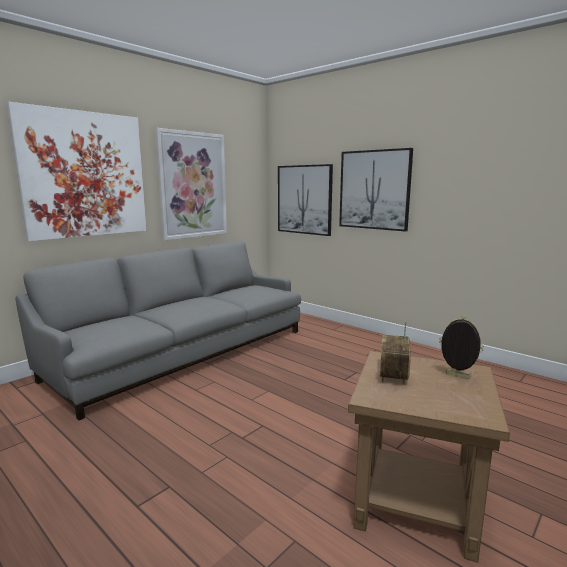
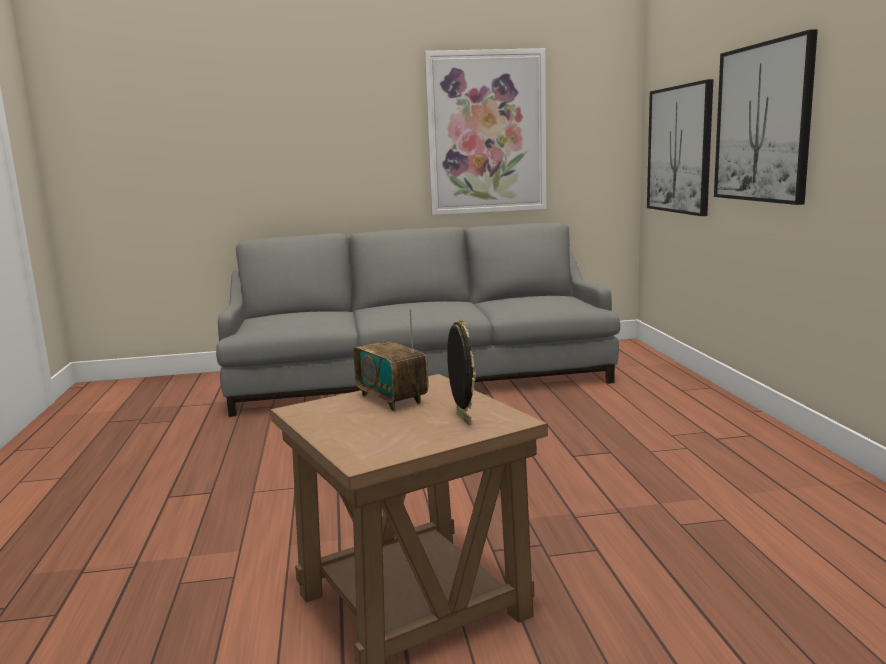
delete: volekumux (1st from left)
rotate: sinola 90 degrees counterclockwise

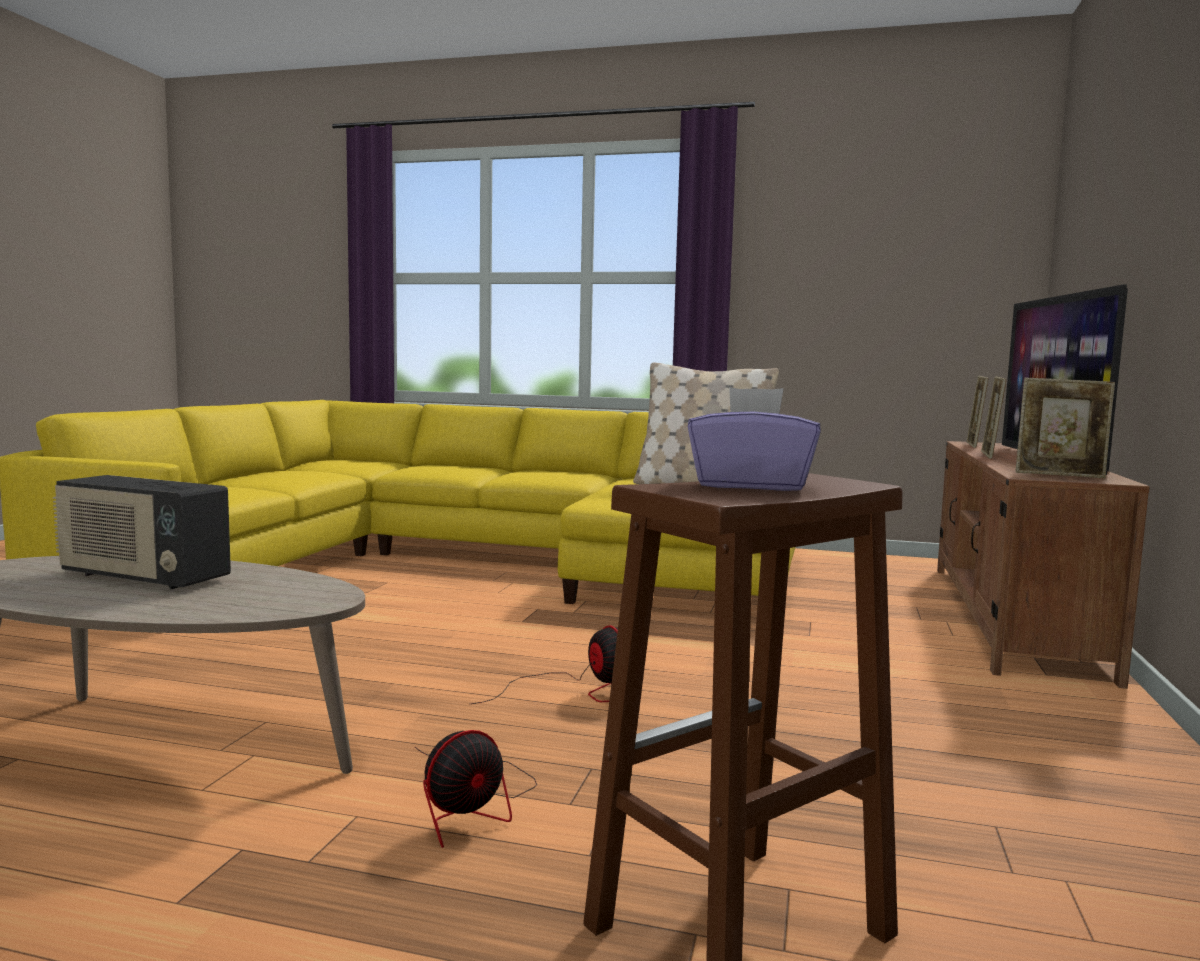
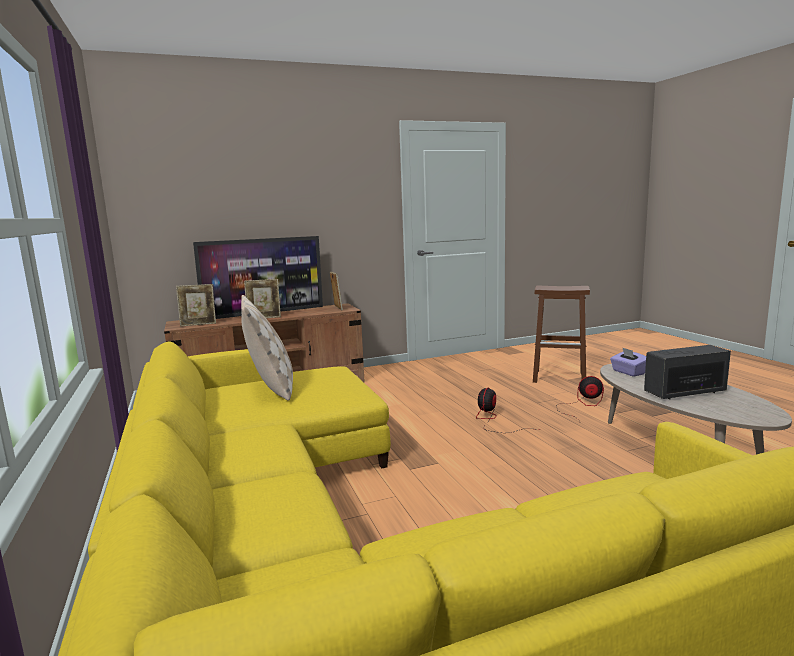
move: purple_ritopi
rotate: sinola 90 degrees counterclockwise

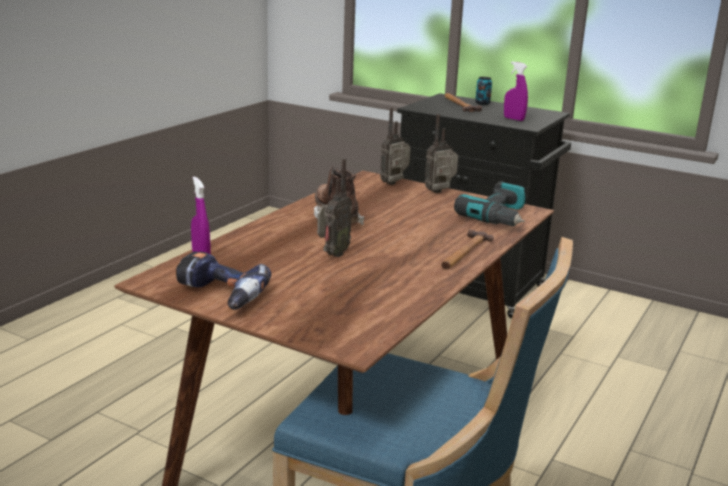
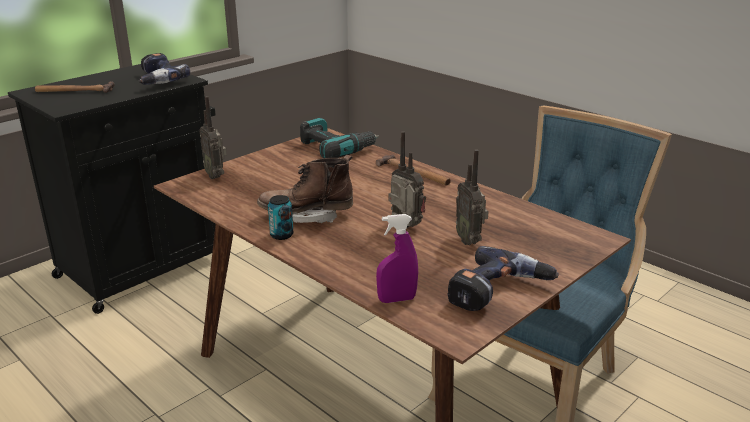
move: sinola (3rd from left); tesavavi
replace: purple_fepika (2nd from left) to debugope (1st from left)

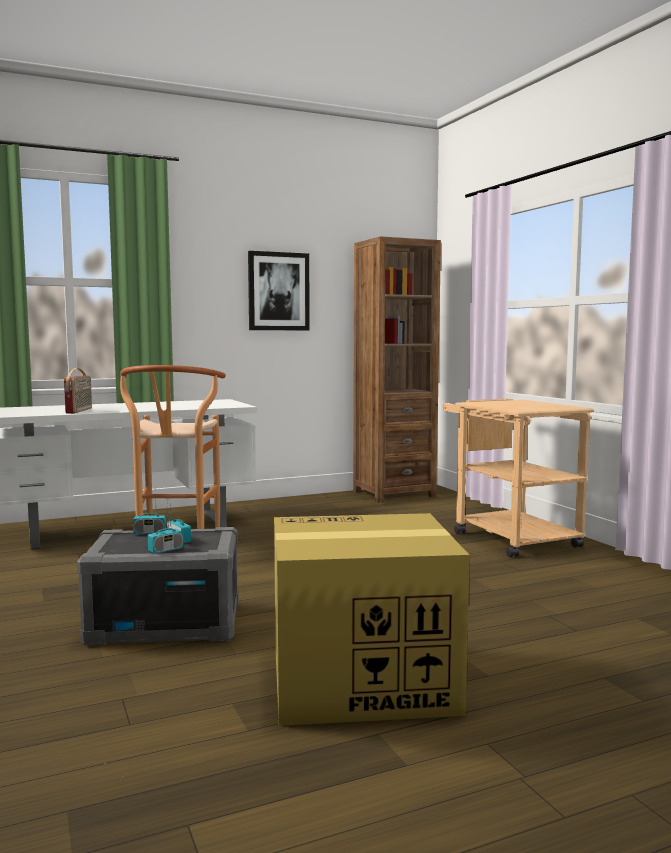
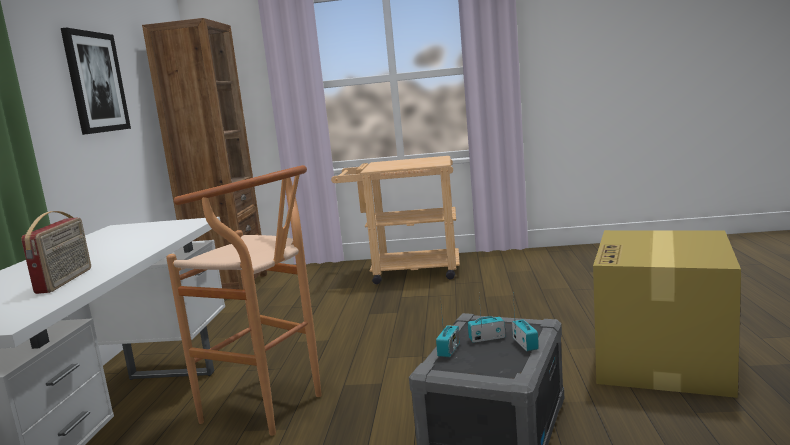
rotate: sinola (1st from left) 60 degrees clockwise

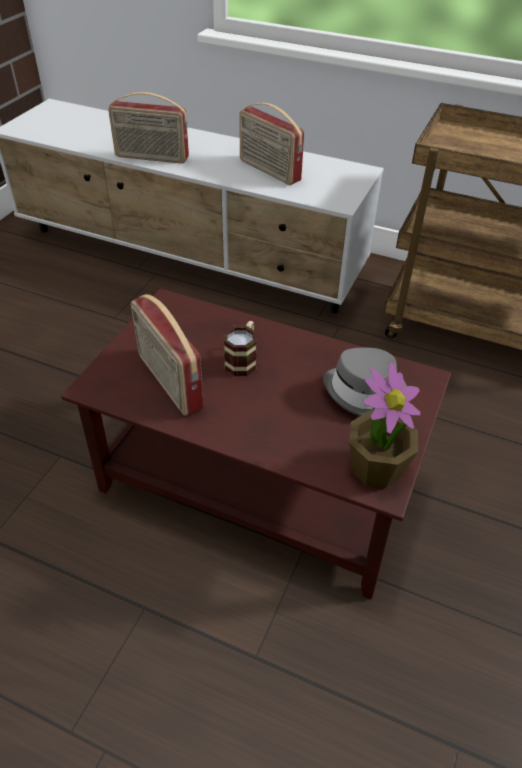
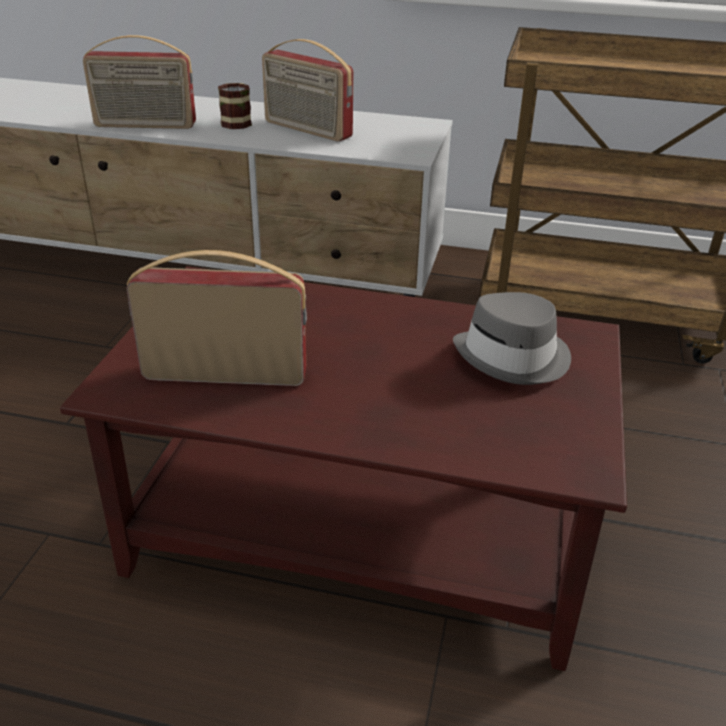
delete: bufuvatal
move: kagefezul
rotate: sinola (2nd from left) 135 degrees clockwise

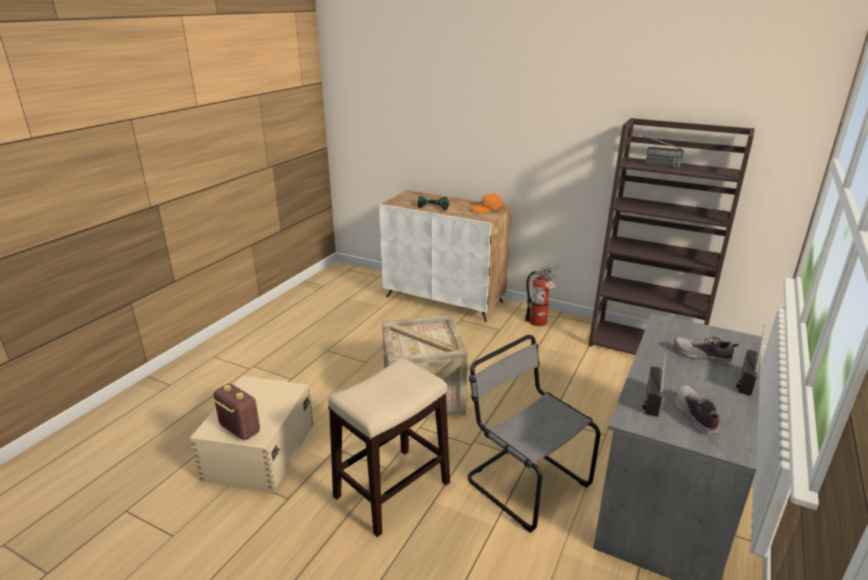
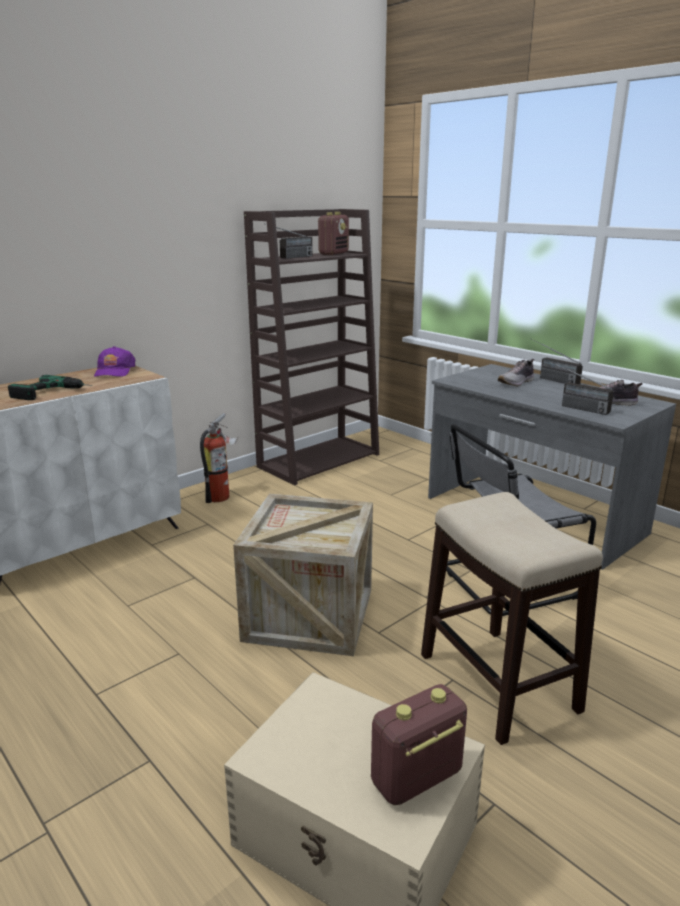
insert: sinola (2nd from left)
recolor: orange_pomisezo to purple_pomisezo

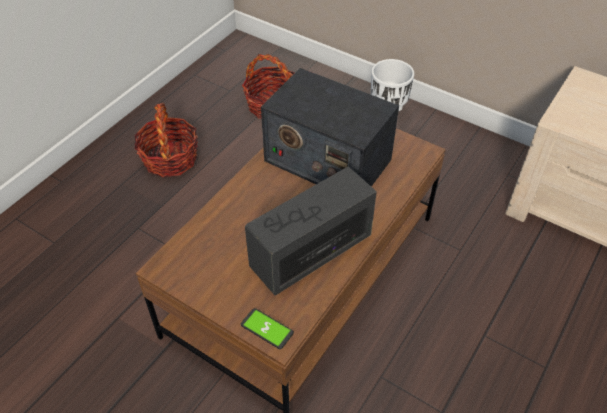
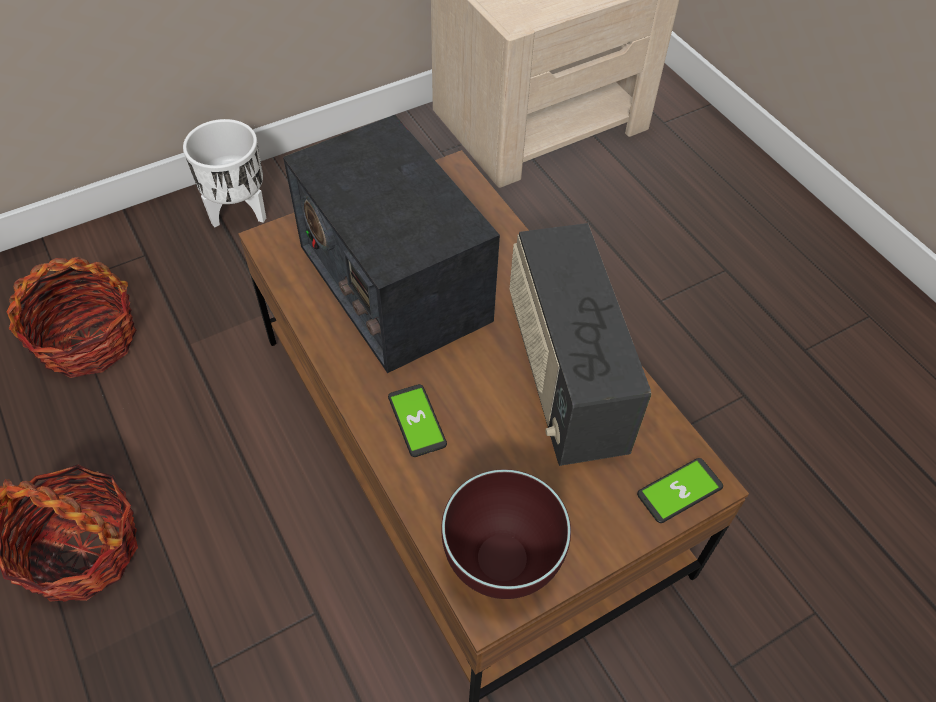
insert: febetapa (1st from left); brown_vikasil
rotate: sinola (2nd from left in the first image) 90 degrees clockwise

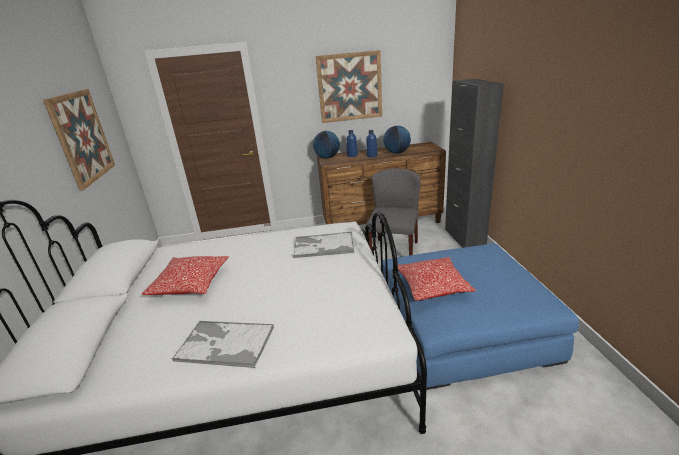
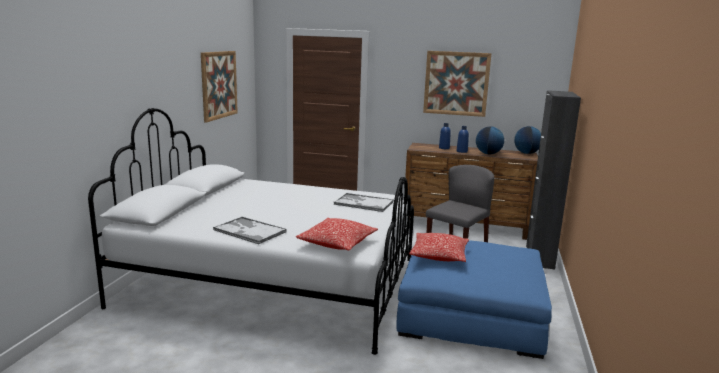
move: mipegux (1st from left); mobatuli (1st from left in the first image) to mobatuli (2nd from left)

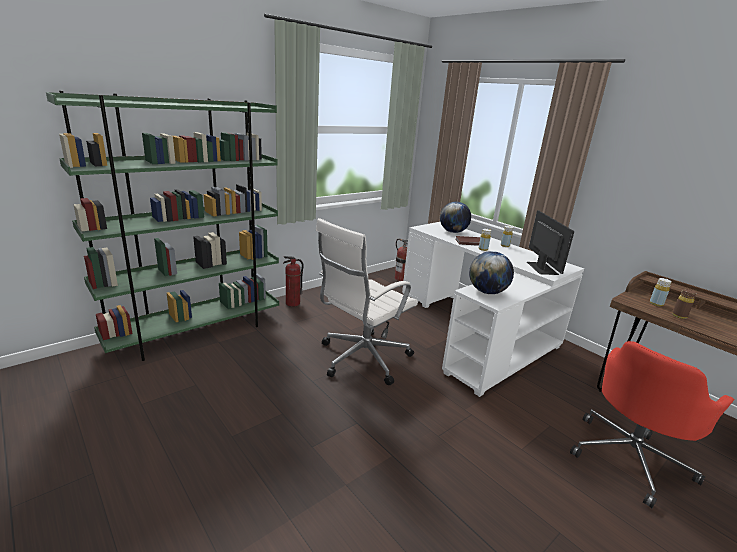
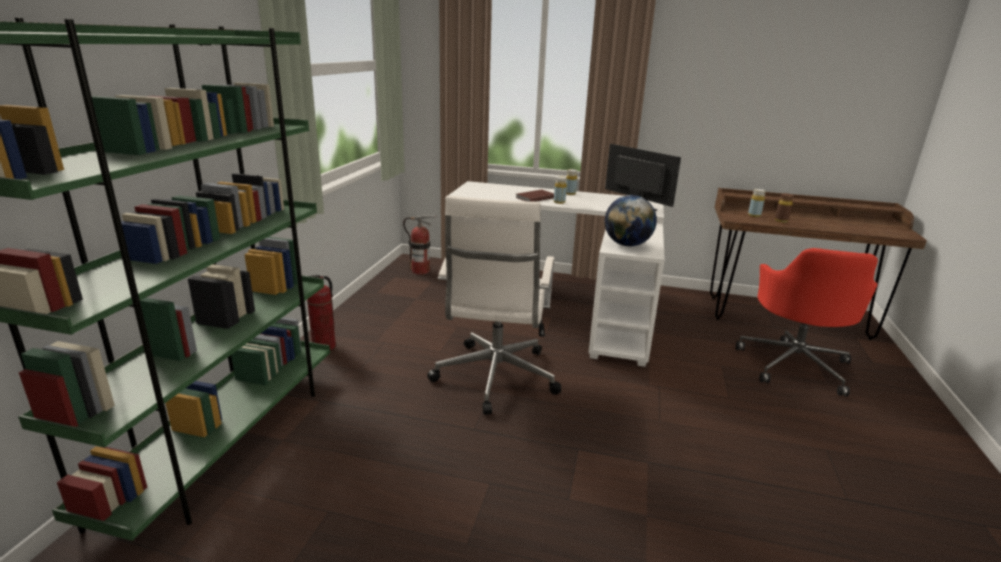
delete: mobatuli (1st from left)

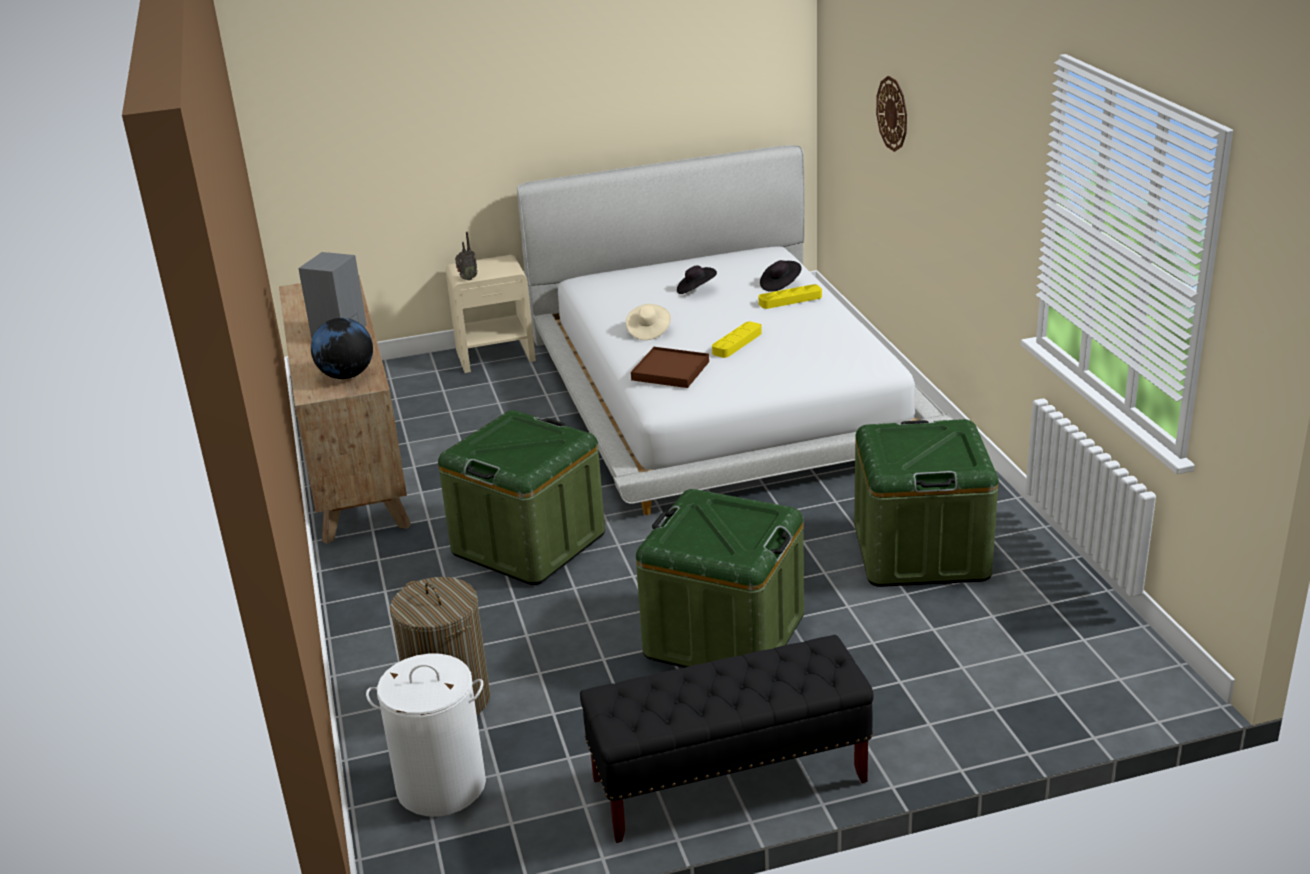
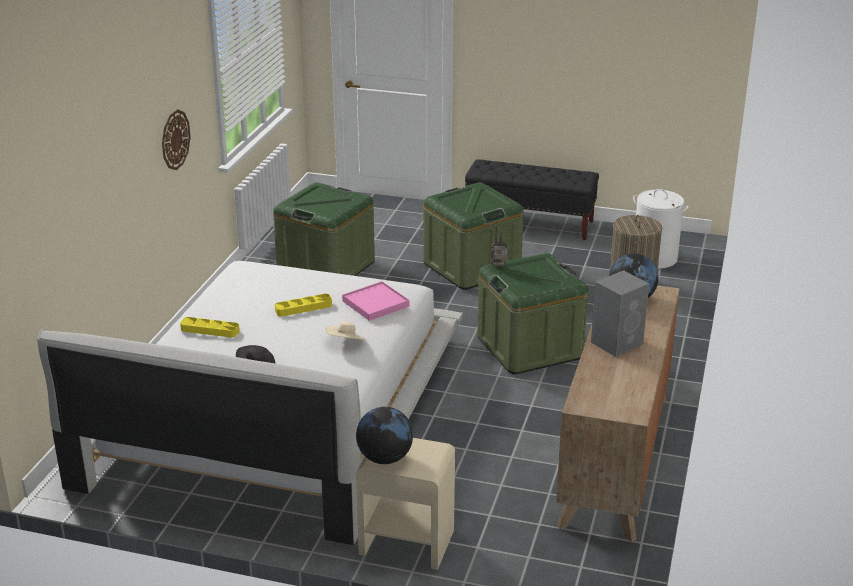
delete: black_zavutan (2nd from left)
insert: mobatuli (1st from left)
move: sinola; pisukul
recolor: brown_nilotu to pink_nilotu

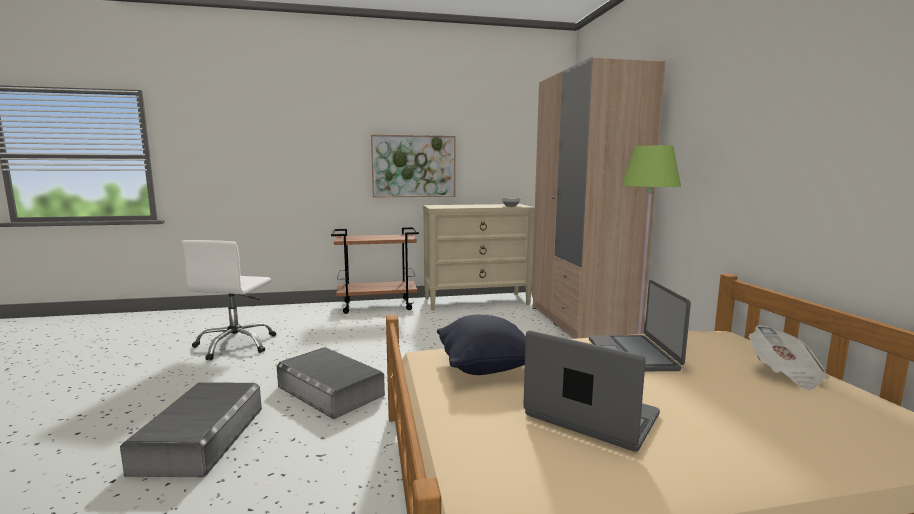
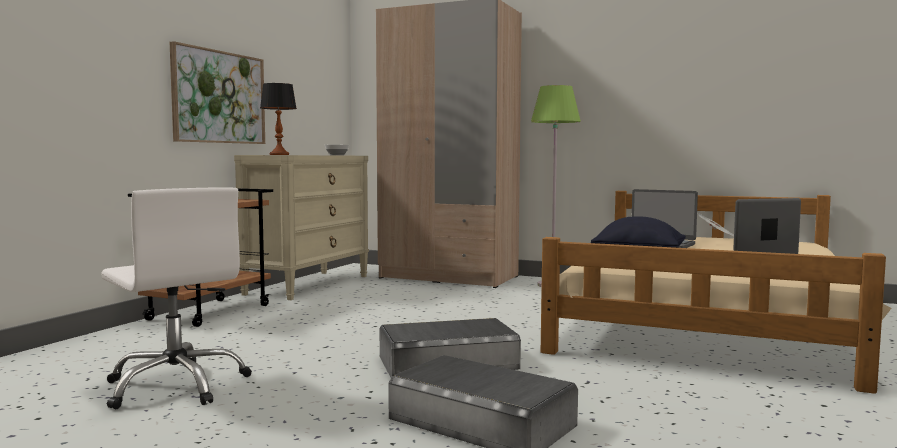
insert: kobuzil

